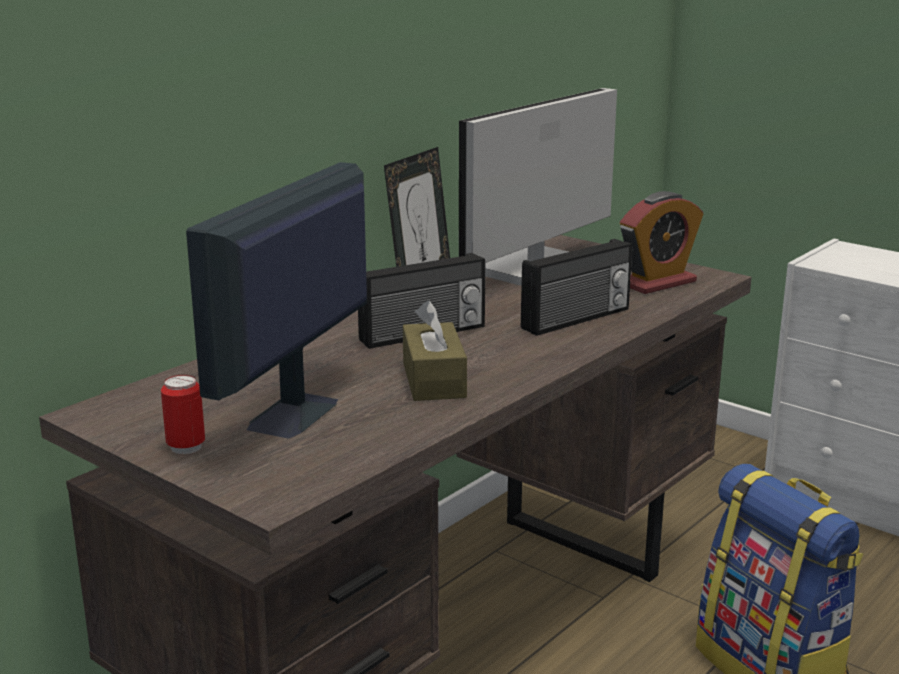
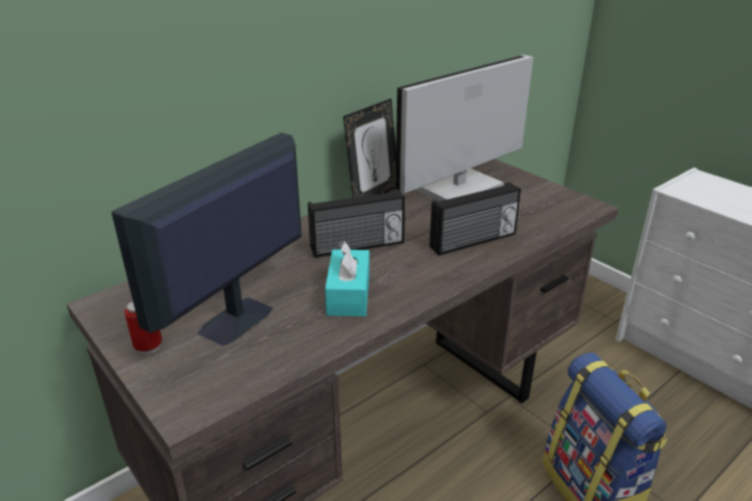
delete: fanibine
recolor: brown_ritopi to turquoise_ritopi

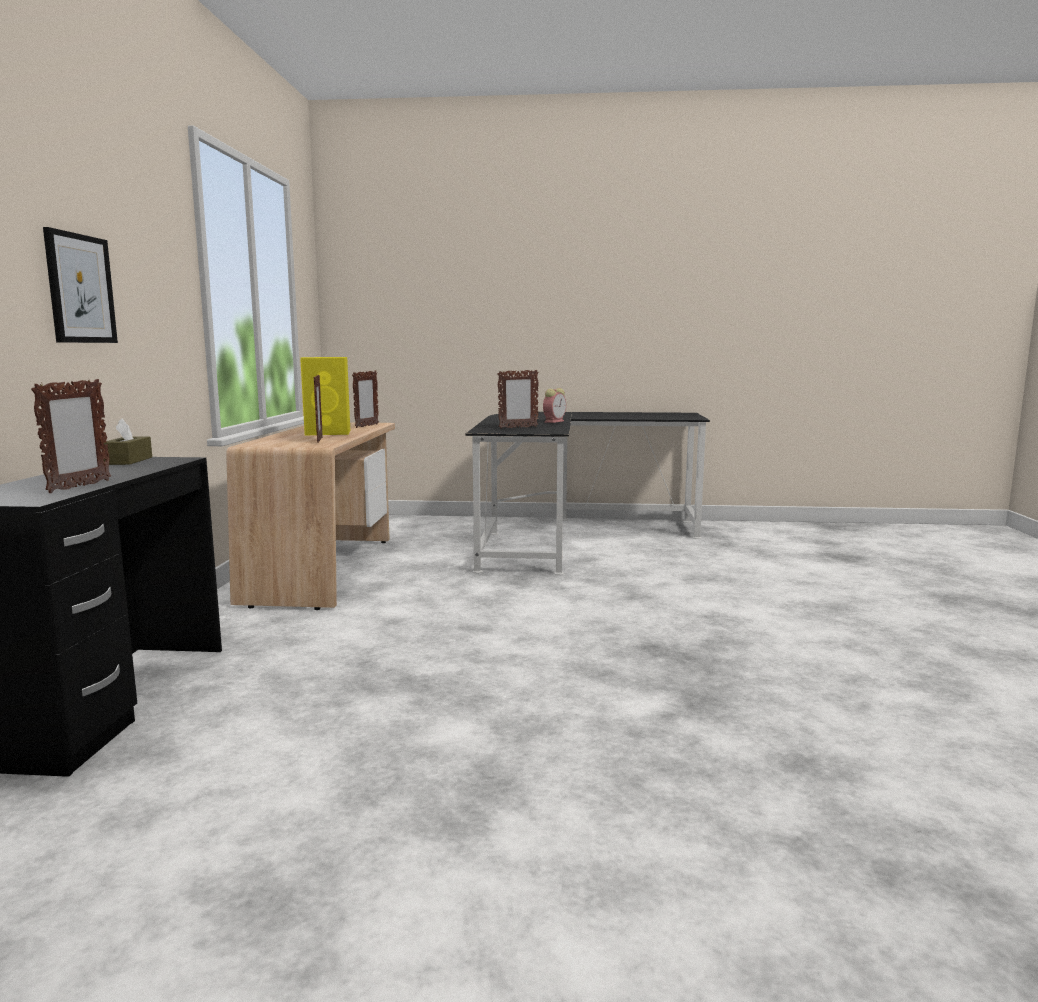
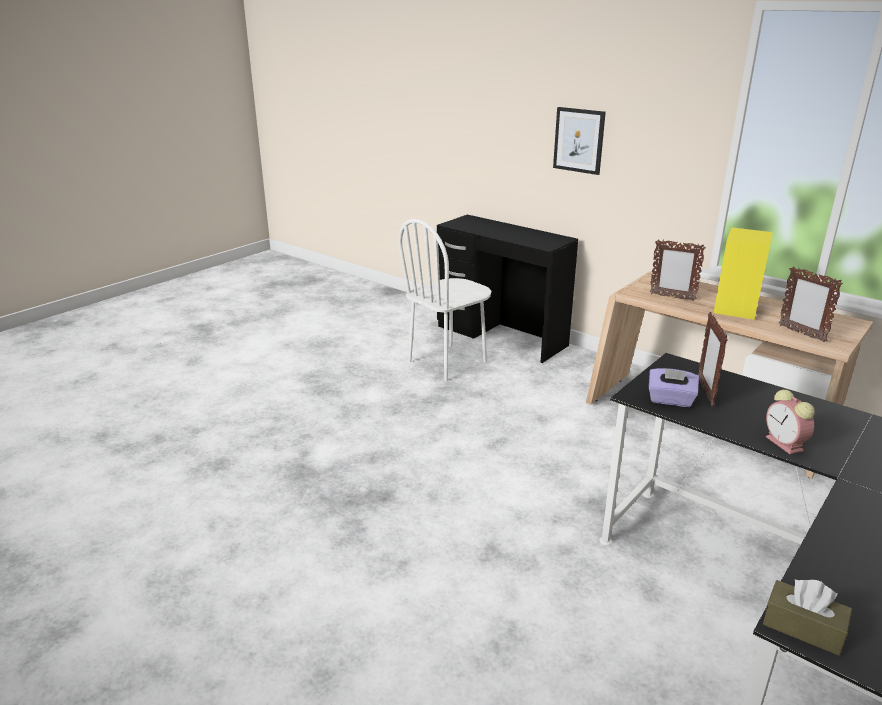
delete: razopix (1st from left)
insert: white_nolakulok; purple_ritopi
move: brown_ritopi

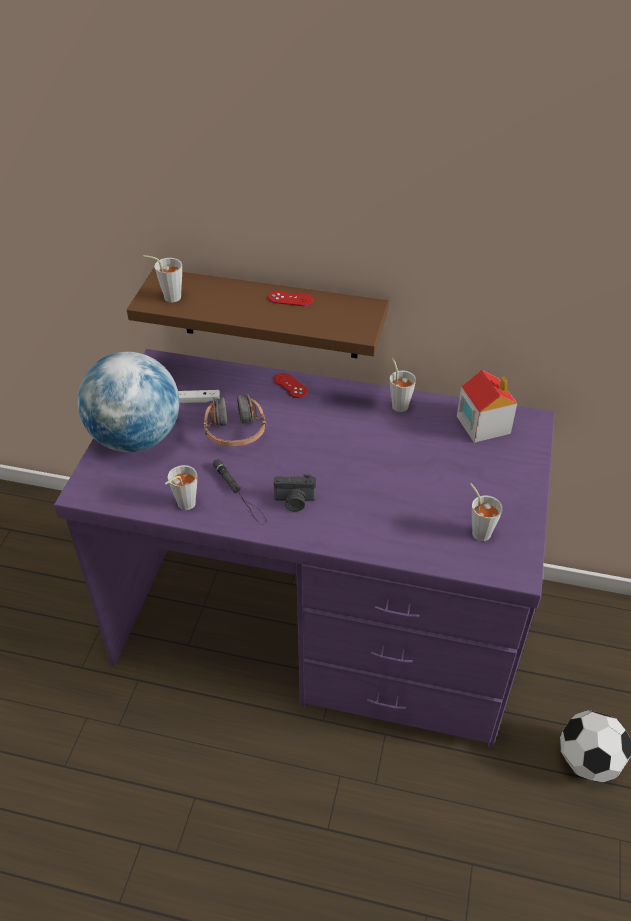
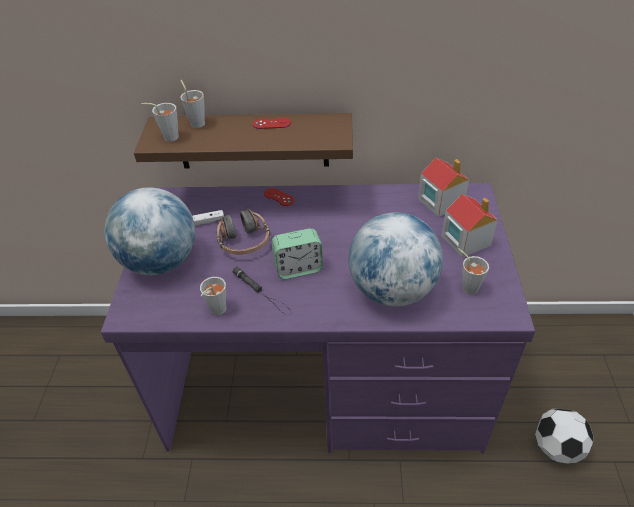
delete: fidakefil
insert: fanibine; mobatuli (2nd from left); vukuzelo (2nd from left)
move: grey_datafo (3rd from left in the first image) to grey_datafo (2nd from left)

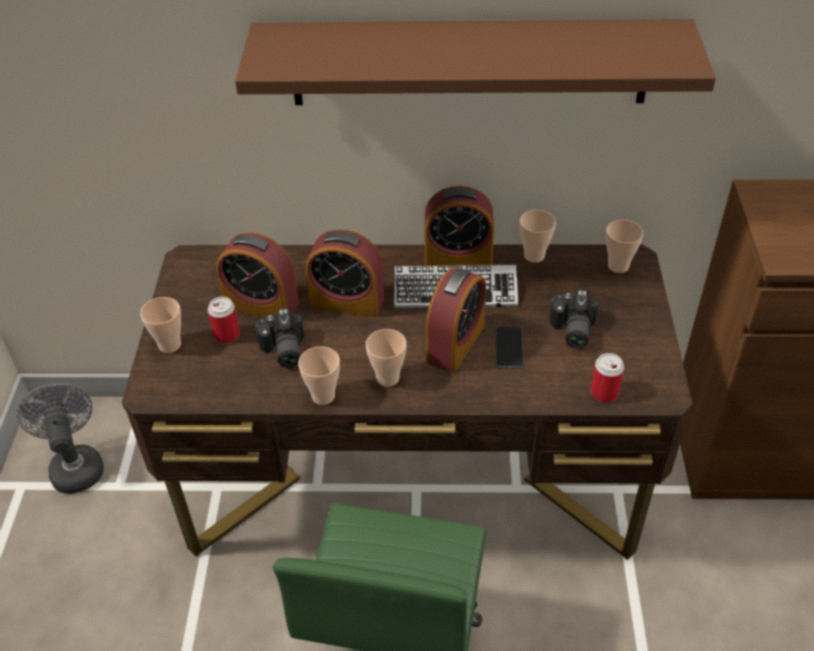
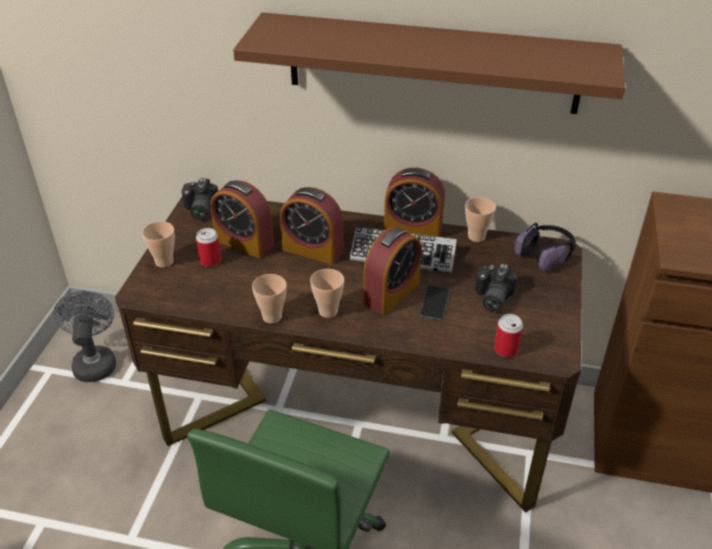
move: fidakefil (1st from left)
replace: datafo (5th from left) to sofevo

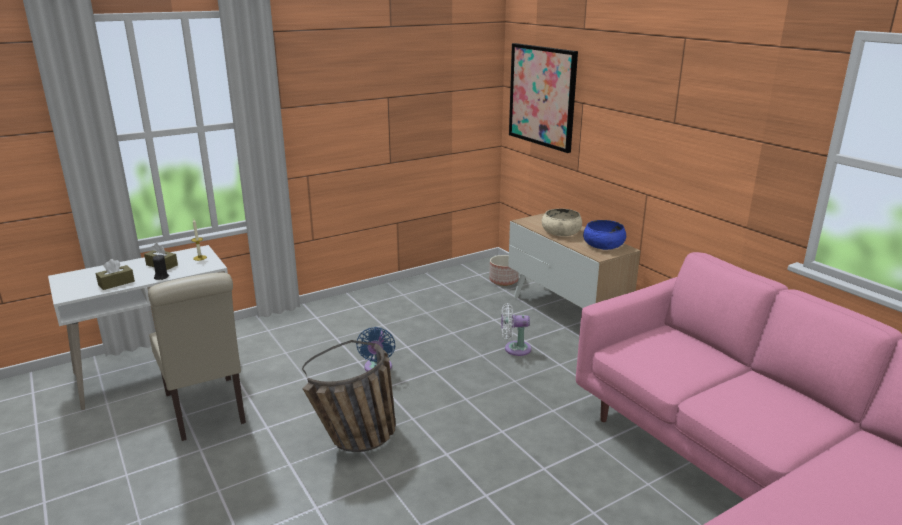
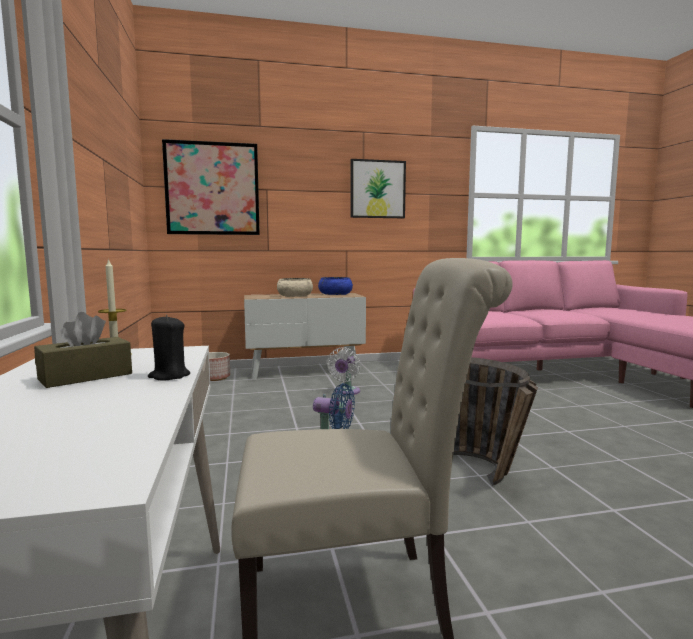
delete: brown_ritopi (1st from left)
insert: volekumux (2nd from left)

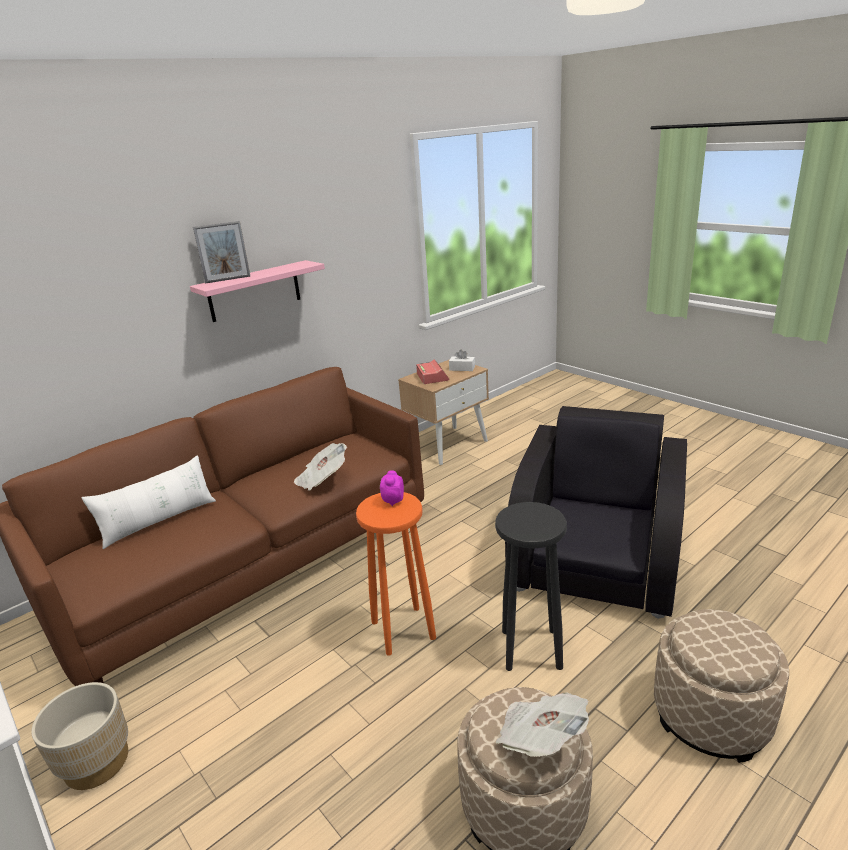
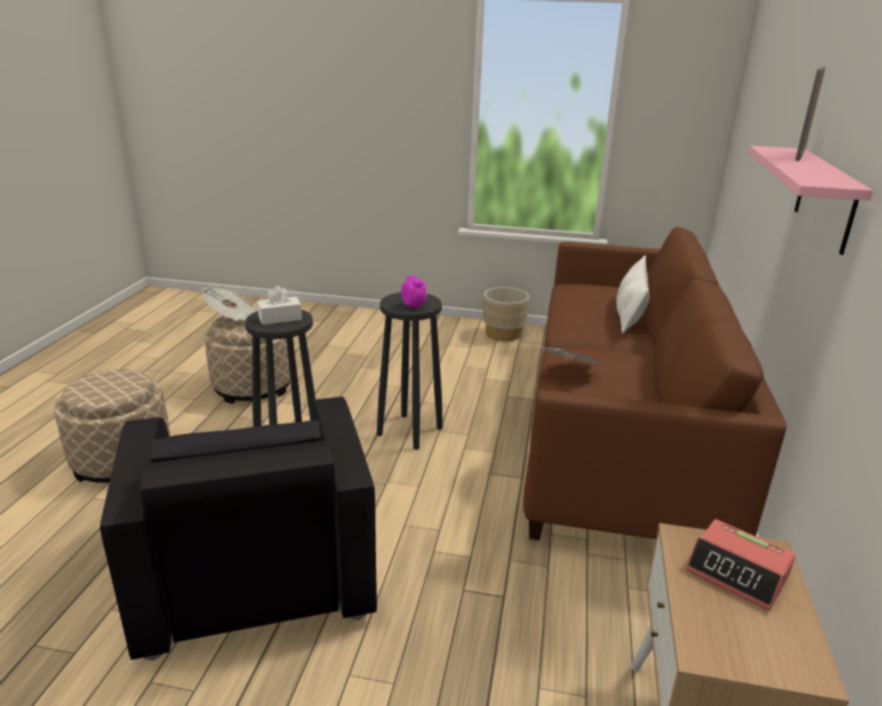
move: white_ritopi
recolor: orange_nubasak to black_nubasak (2nd from left)

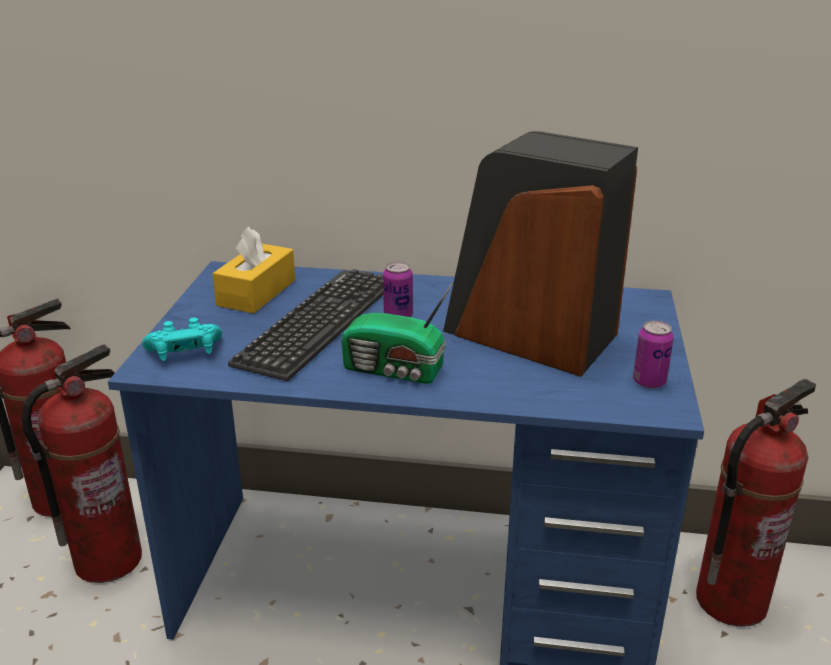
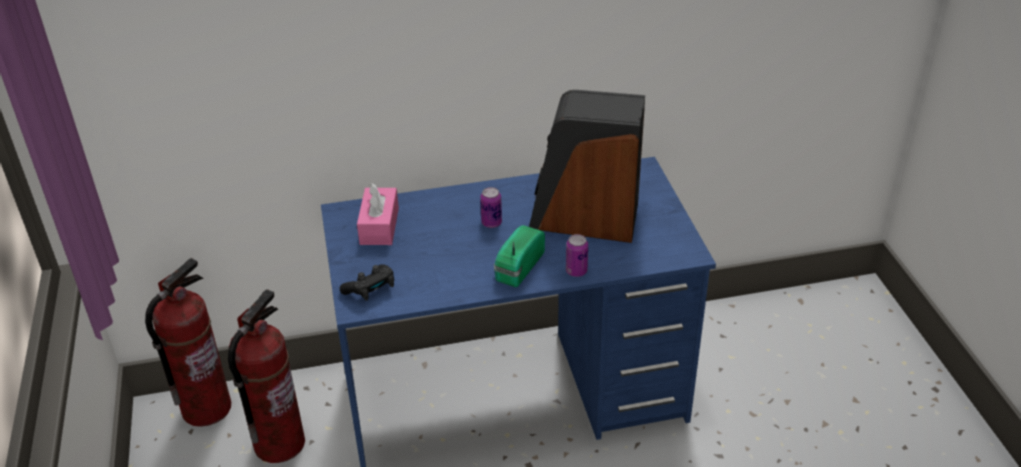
delete: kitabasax; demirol (3rd from left)
move: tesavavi (2nd from left)
recolor: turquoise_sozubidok to black_sozubidok; yellow_ritopi to pink_ritopi
rotate: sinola 120 degrees clockwise

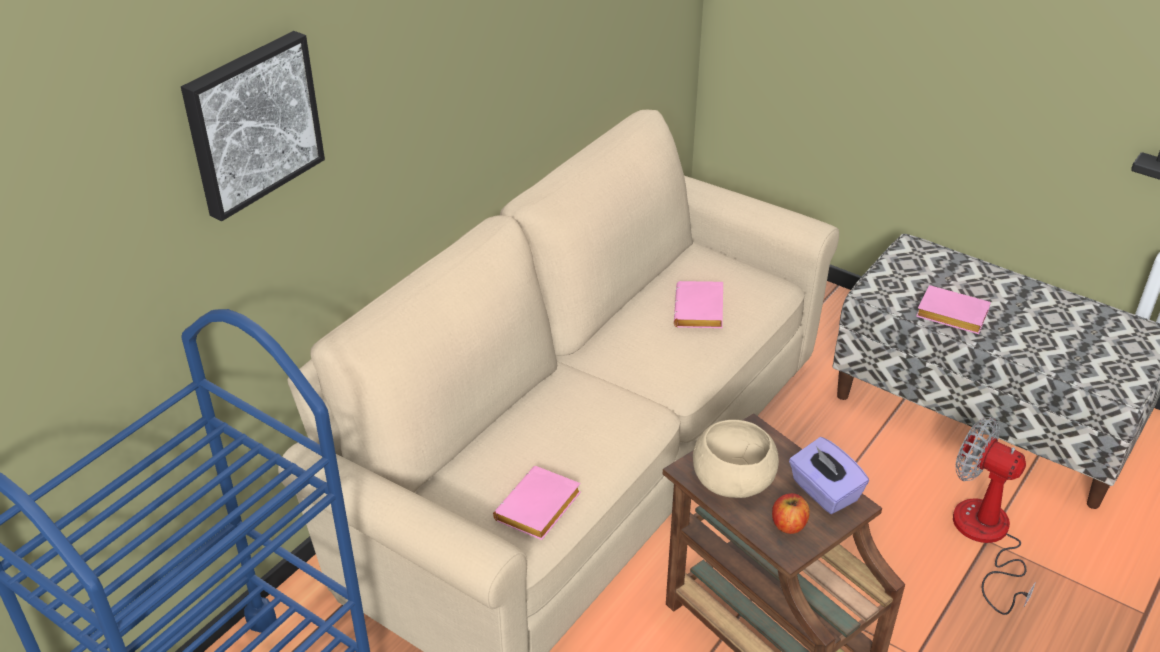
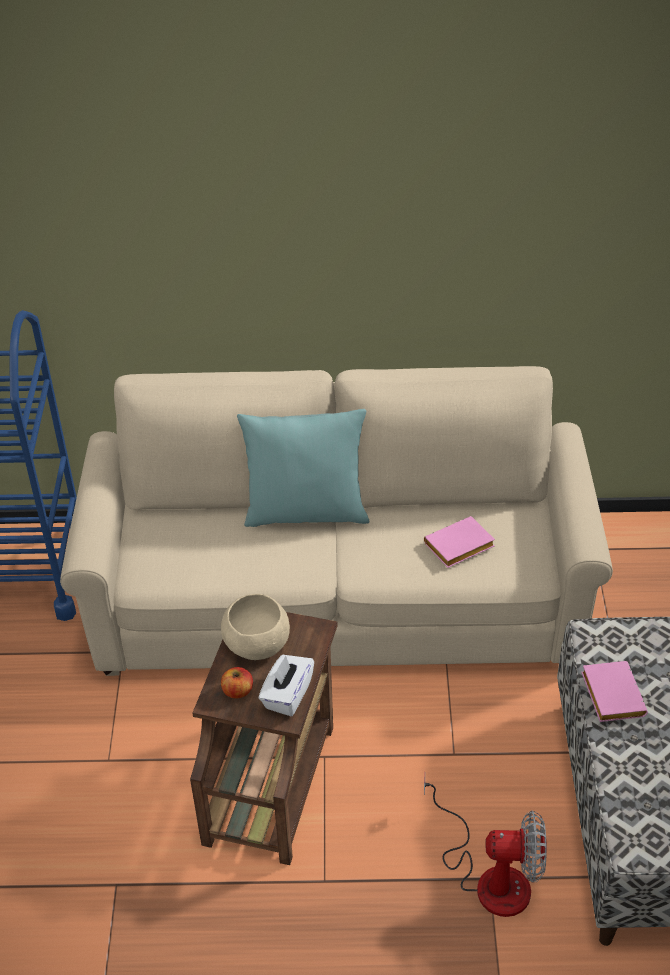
delete: volekumux; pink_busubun (1st from left)
insert: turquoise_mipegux
recolor: purple_ritopi to white_ritopi
rotate: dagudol 90 degrees clockwise

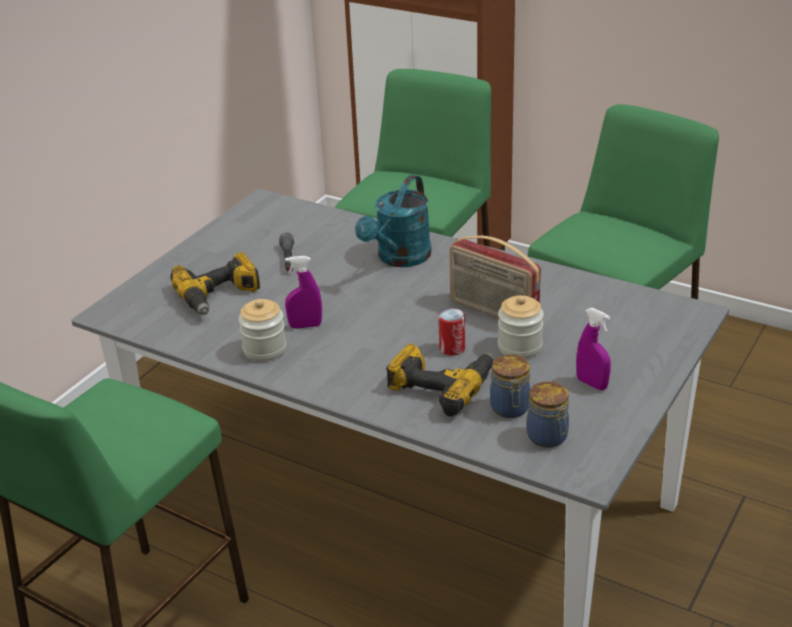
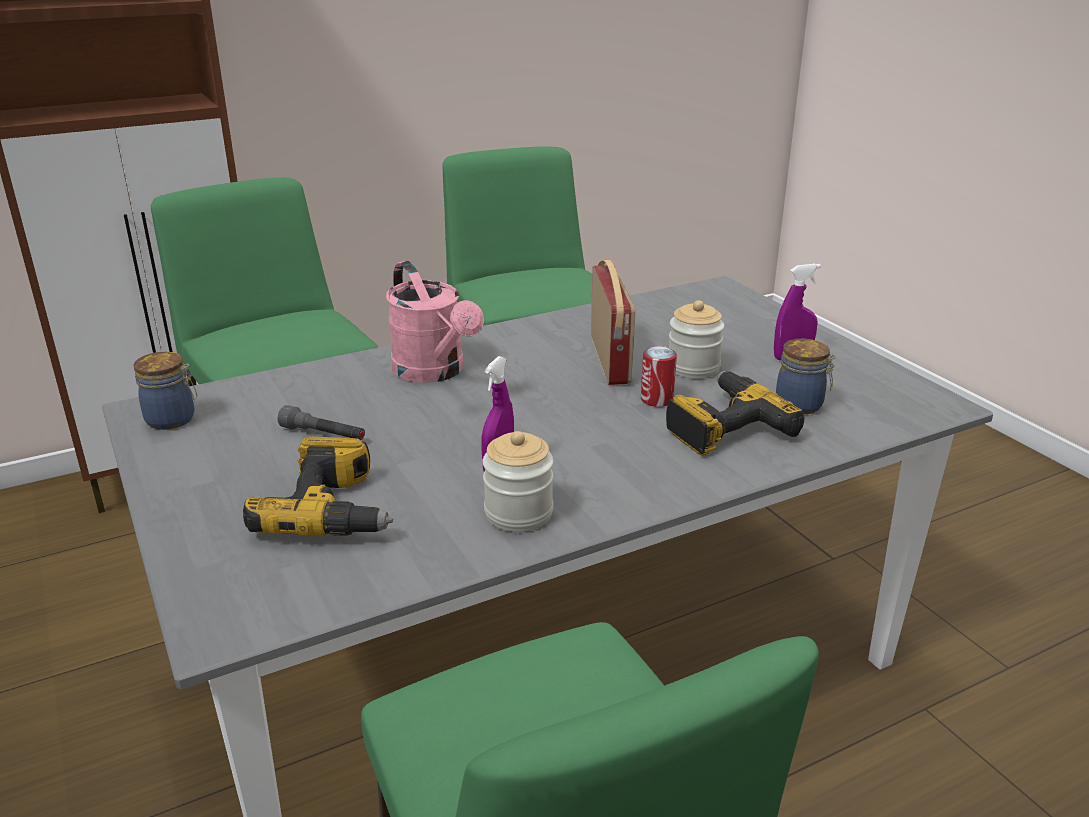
move: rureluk (4th from left in the first image) to rureluk (1st from left)
recolor: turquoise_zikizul to pink_zikizul
rotate: sinola 75 degrees counterclockwise

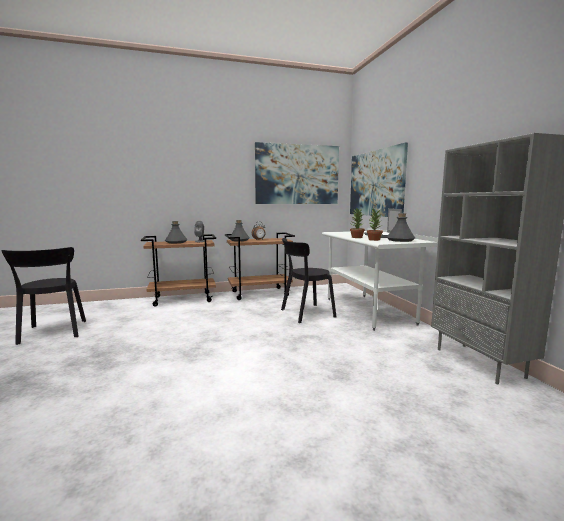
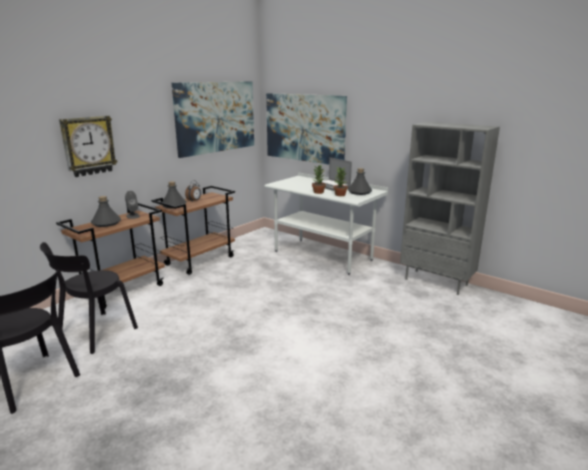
insert: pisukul
move: black_nolakulok (2nd from left)

